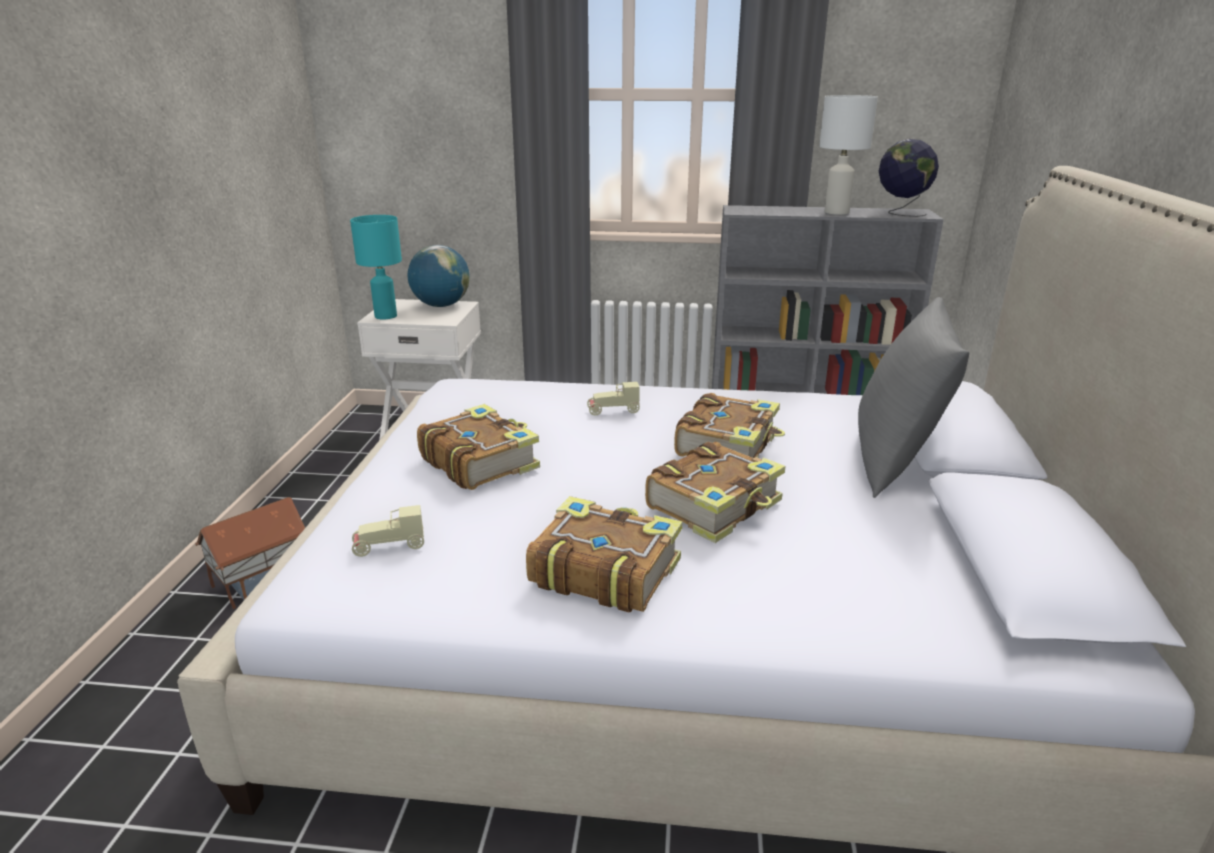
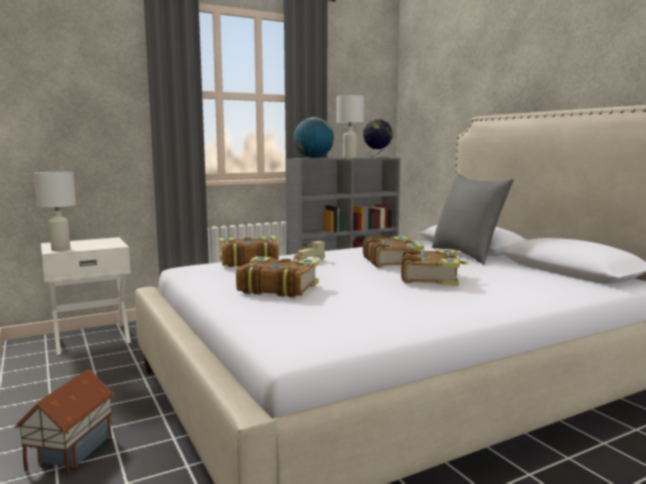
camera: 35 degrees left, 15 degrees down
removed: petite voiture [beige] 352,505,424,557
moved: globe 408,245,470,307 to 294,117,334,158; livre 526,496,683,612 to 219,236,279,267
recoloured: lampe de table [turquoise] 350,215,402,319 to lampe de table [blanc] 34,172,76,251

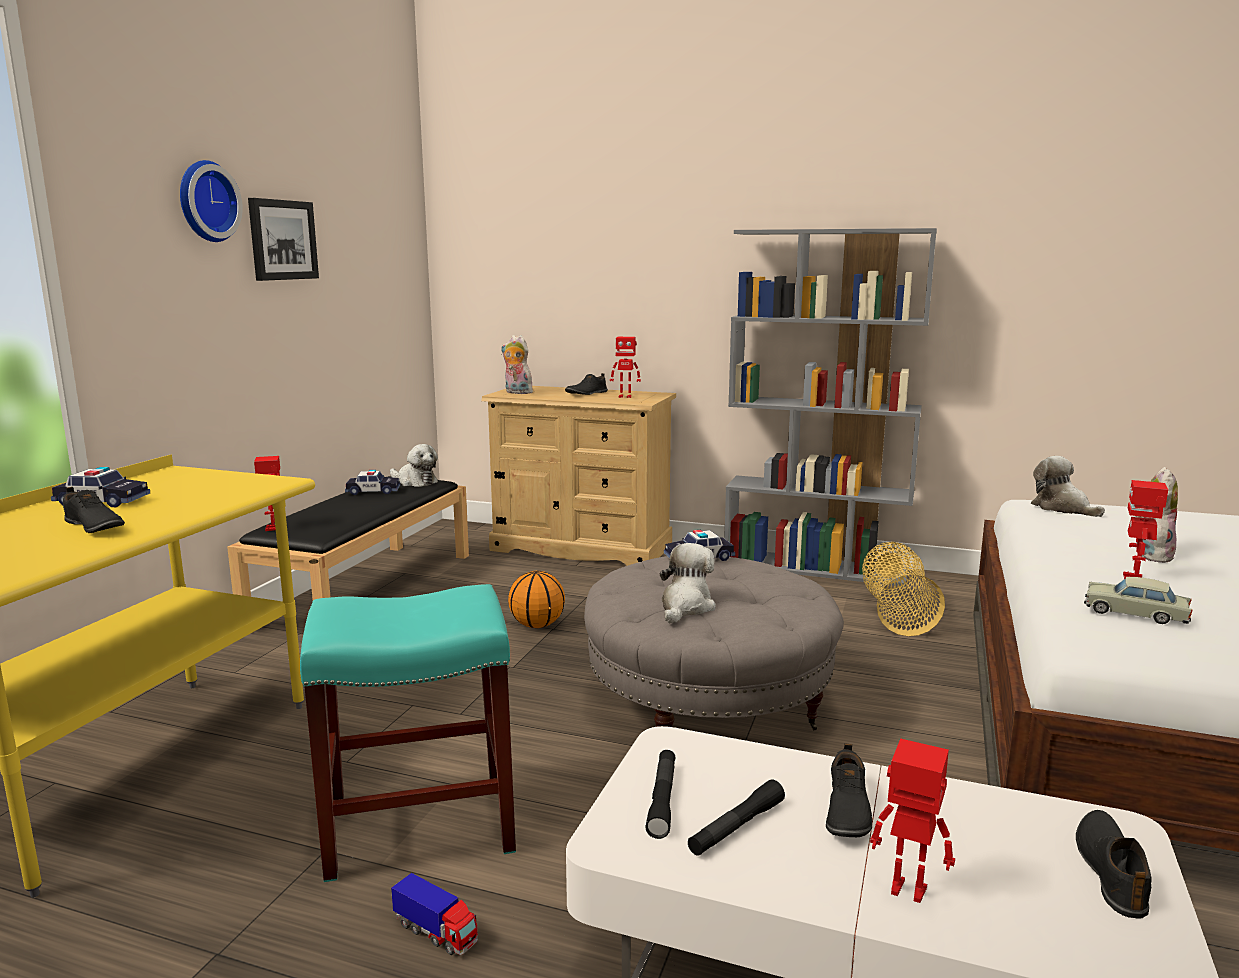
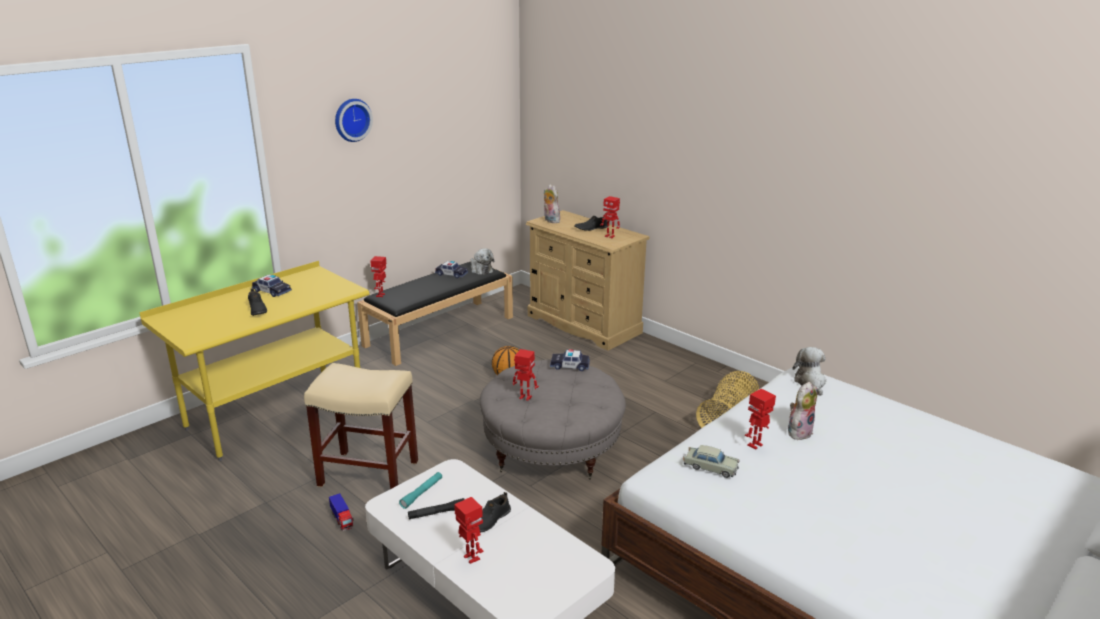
camera: 25 degrees right, 10 degrees up
removed: tableau 248,198,319,281; bibliothèque [gris] 724,228,937,587; chaussure [noir] 1076,810,1151,918
replaced: peluche 660,543,716,624 to robot jouet 513,349,539,401
recoloured: tabouret [turquoise] 300,584,516,882 to tabouret [beige] 304,363,418,489; lampe de poche [noir] 645,750,676,839 to lampe de poche [turquoise] 399,472,442,509
turned: petite voiture [beige] 1084,577,1193,624 = 684,445,740,478 150 degrees clockwise

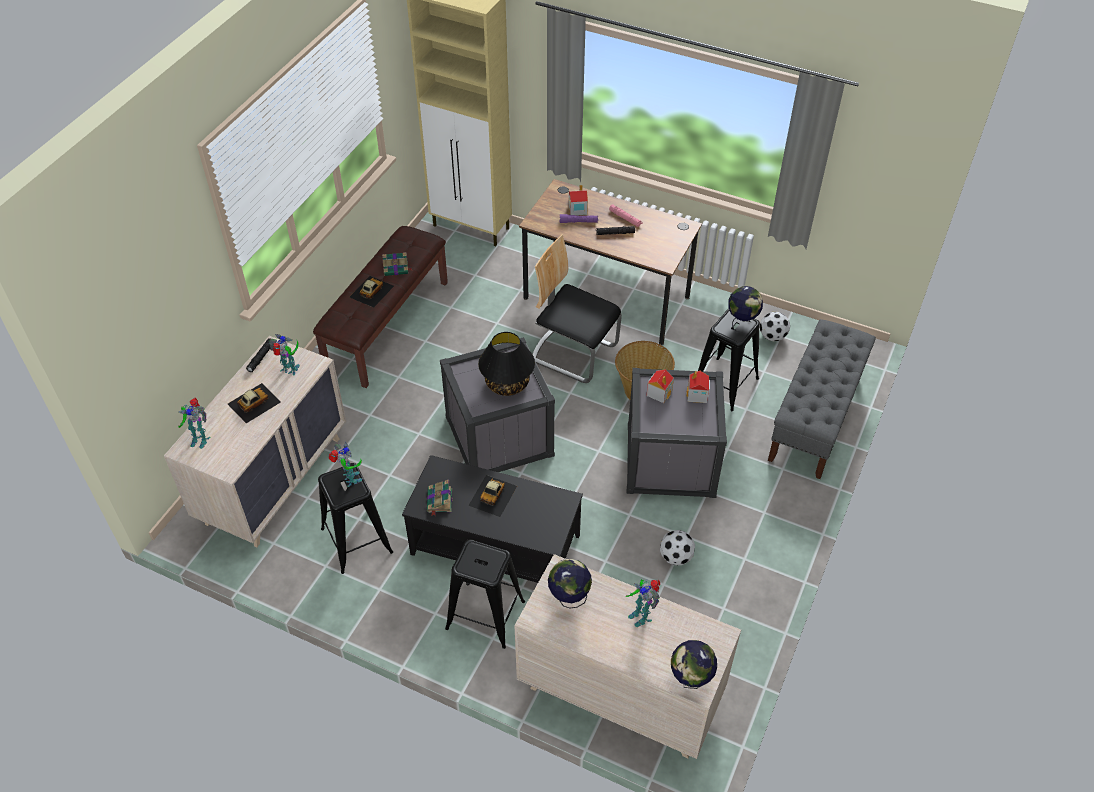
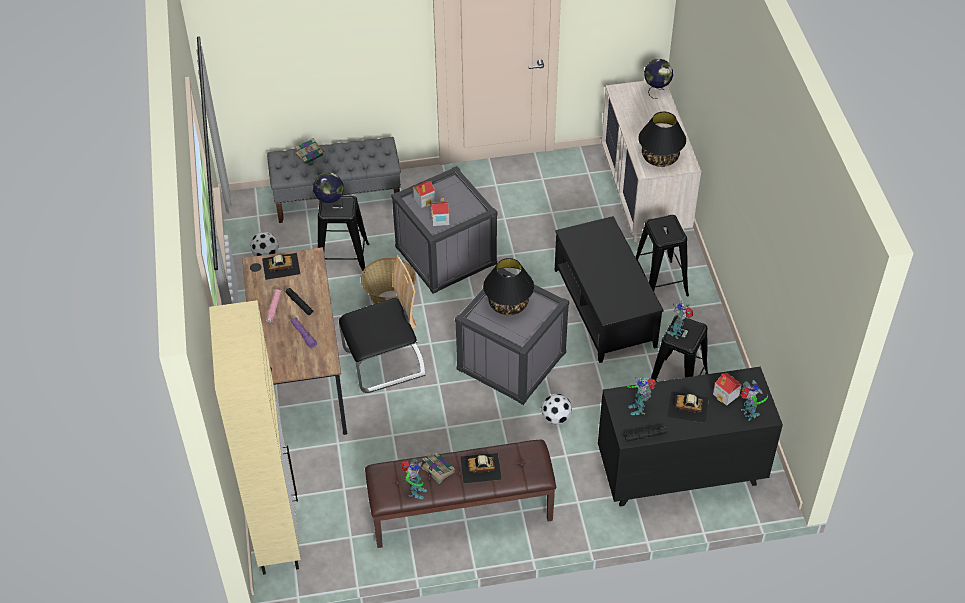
camera: 125 degrees left, 0 degrees up
moved: livre 427,479,453,516 to 295,138,324,164; petite voiture 468,475,517,517 to 262,253,300,280; maison miniature 569,185,588,216 to 713,373,742,406; robot jouet 626,579,660,627 to 401,458,427,499; ballon de foot 660,530,695,566 to 541,394,572,424
replaced: globe 548,559,592,608 to lampe de table [noir] 638,112,686,167
recoloured: commode [beige] 164,336,346,547 to commode [noir] 598,367,783,507
turned: chaise 532,234,622,383 = 339,255,425,393 105 degrees counterclockwise

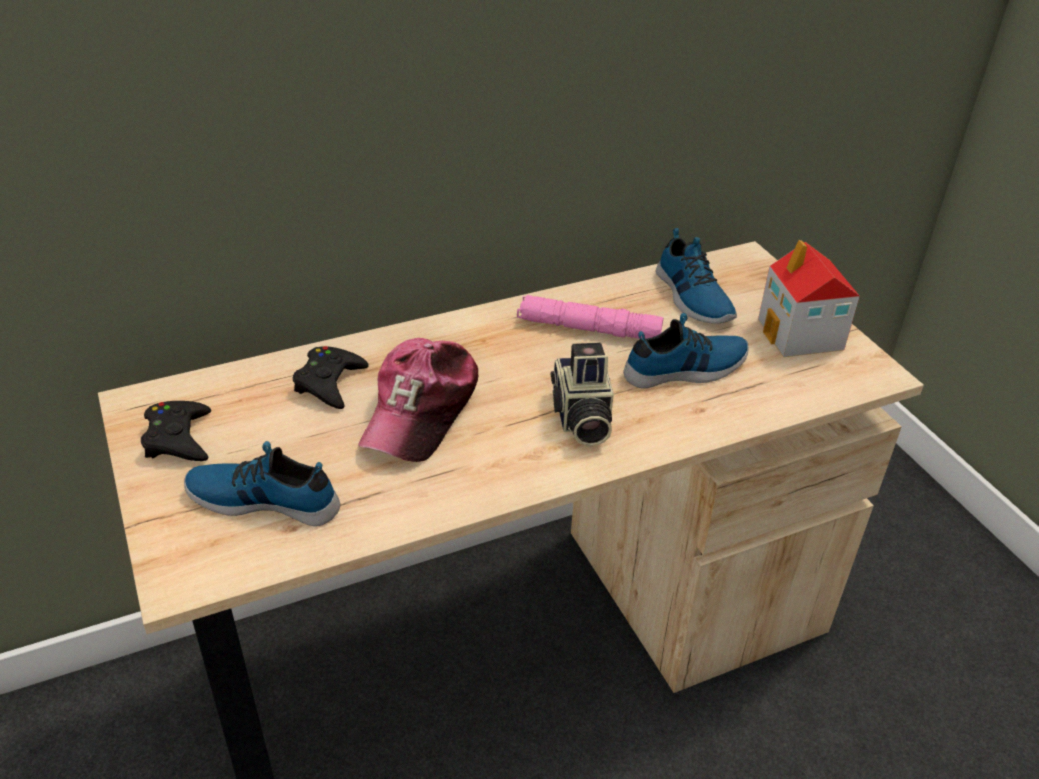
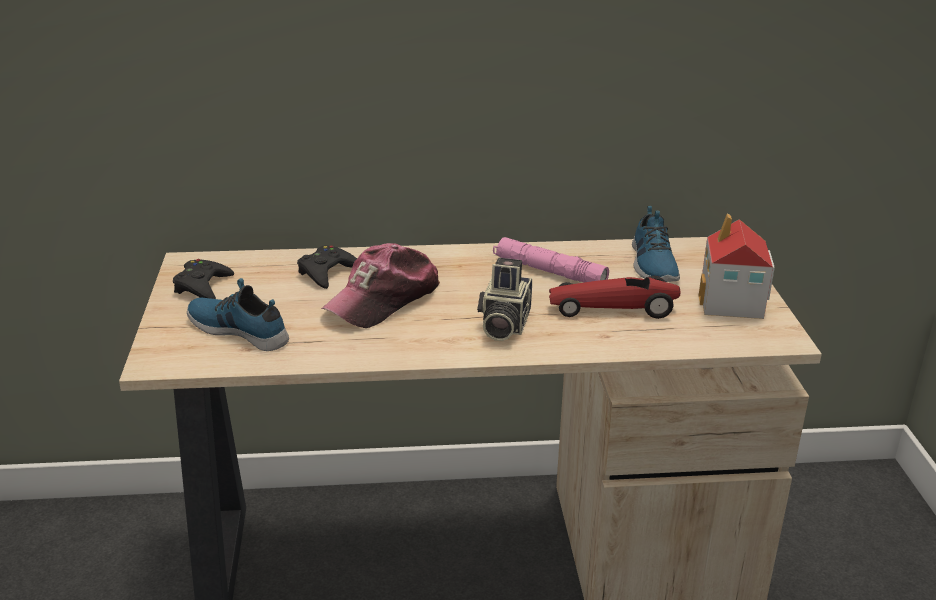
camera: 20 degrees right, 10 degrees down
replaced: chaussure 624,313,749,388 to petite voiture 549,276,681,319

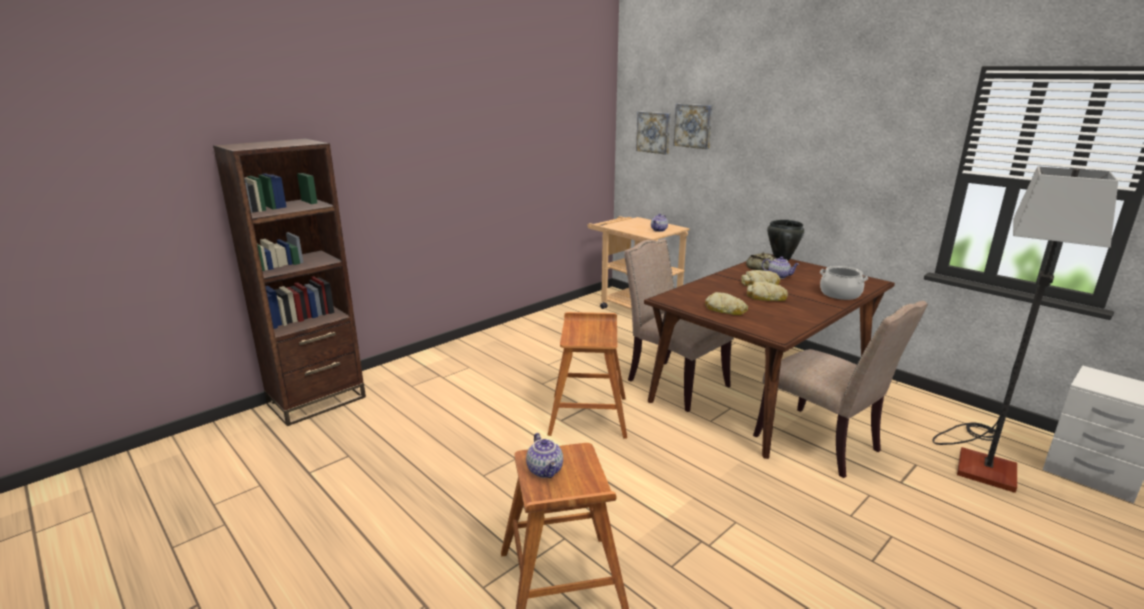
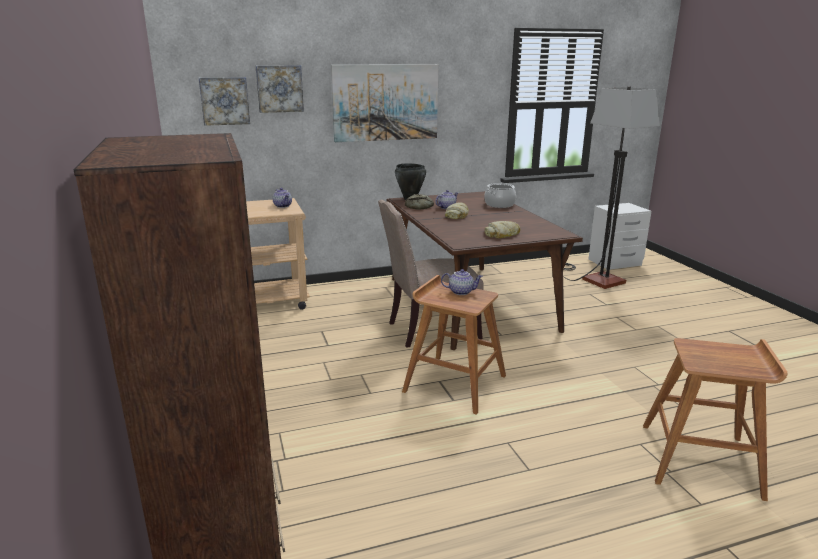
camera: 65 degrees left, 0 degrees up
removed: pain 747,282,788,301; chaise [beige] 753,301,928,478
added: tableau 331,64,439,142
moved: théière 526,433,563,478 to 441,269,483,295

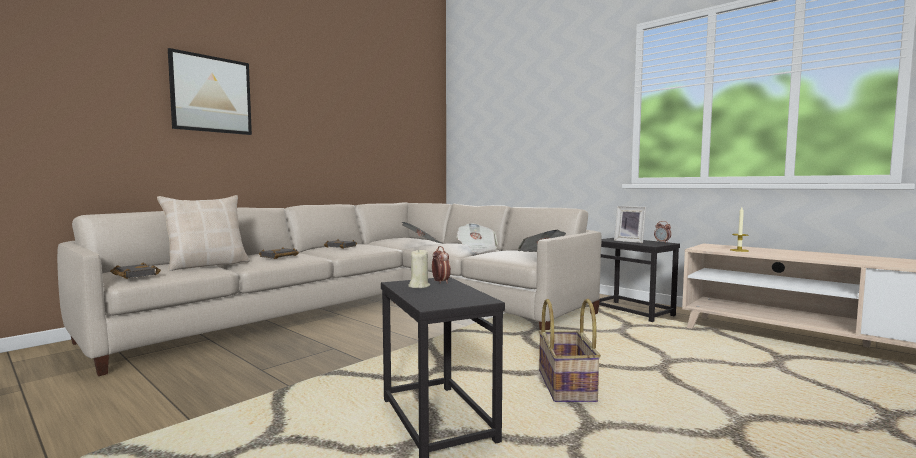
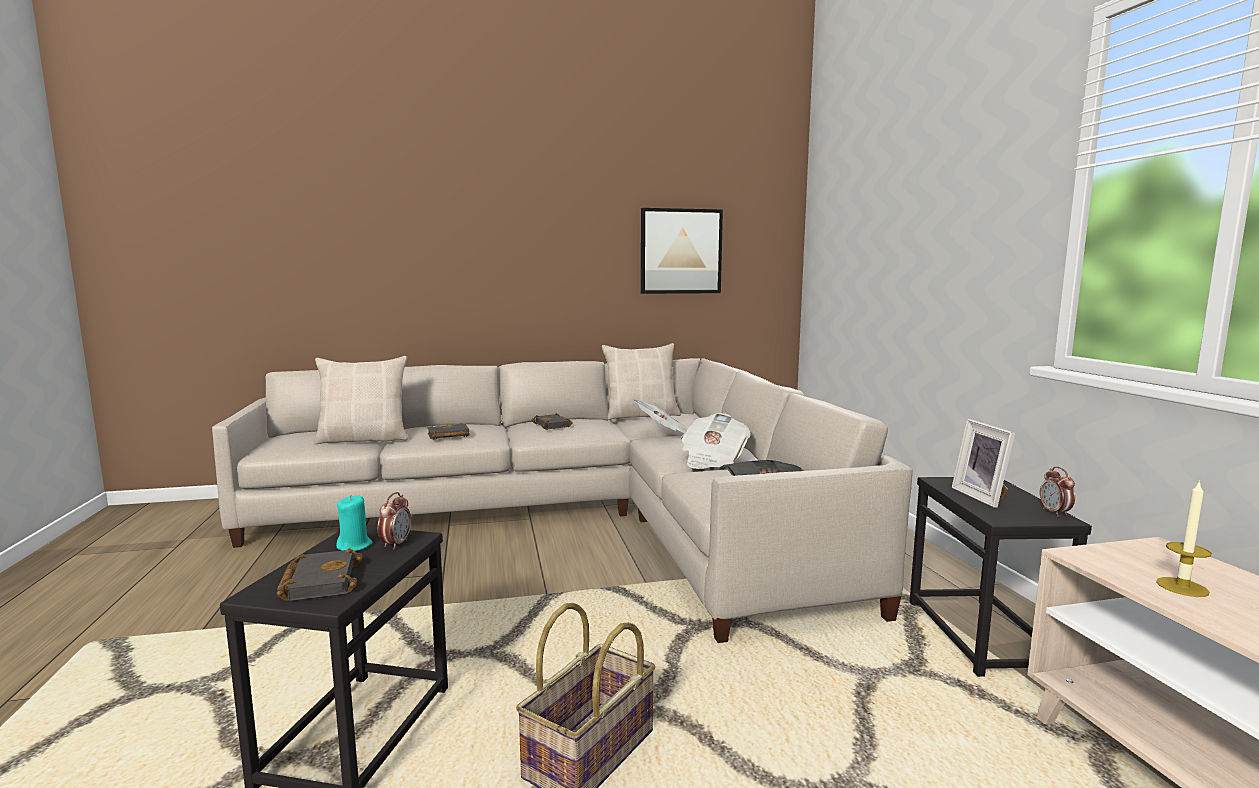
camera: 35 degrees right, 5 degrees up
added: coussin [beige] 602,343,681,420
moved: livre [noir] 110,263,161,279 to 276,549,363,601; tableau 168,48,252,135 to 641,208,723,294
recoloured: bougie [beige] 408,249,430,288 to bougie [turquoise] 336,495,373,551

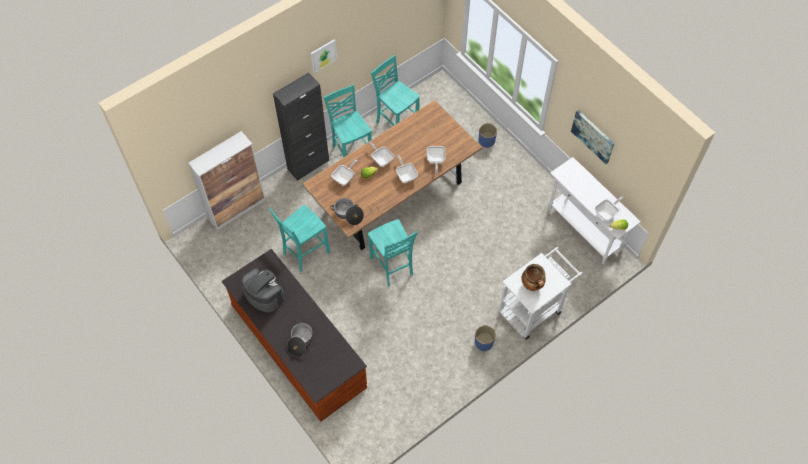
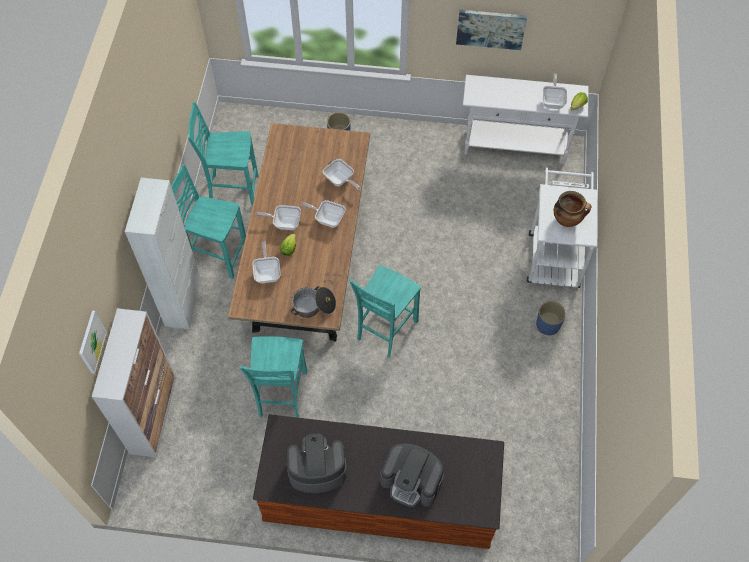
camera: 45 degrees left, 0 degrees up
moved: tableau 311,39,337,73 to 79,310,107,374
replaced: marmite 287,320,313,357 to machine à café 380,443,444,507
recoloured: meuble de rangement [noir] 273,72,329,181 to meuble de rangement [blanc] 125,178,202,329
turned: chaise [turquoise] 368,219,418,286 = 350,265,421,358 105 degrees clockwise

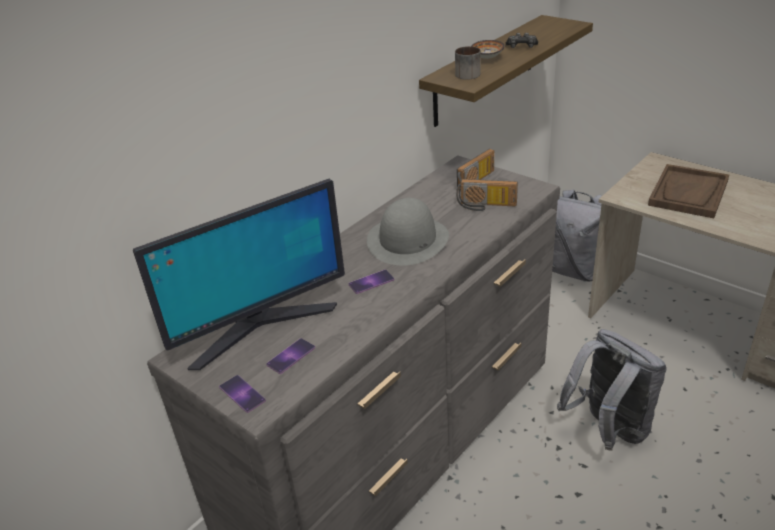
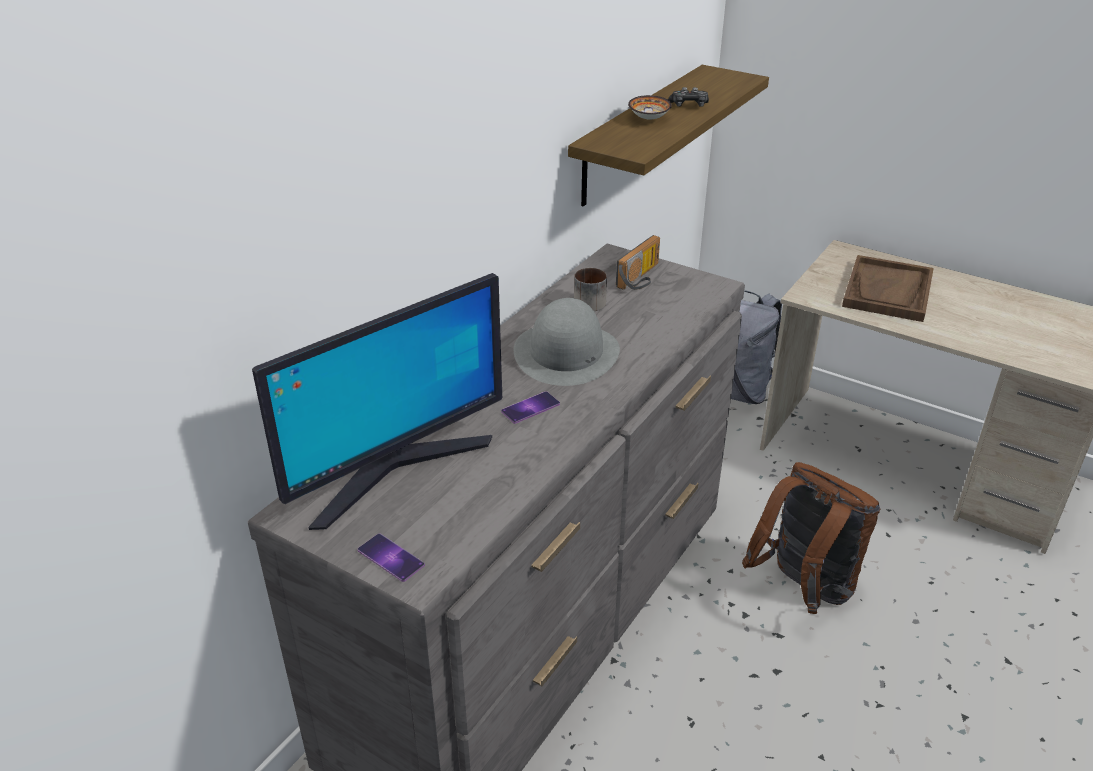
camera: 10 degrees left, 0 degrees up
removed: téléphone 266,338,315,374; radio 456,179,518,211
moved: mug 455,46,481,80 to 574,268,607,311
recoloured: sac à dos [gris] 557,329,667,451 to sac à dos [marron] 742,462,880,614

